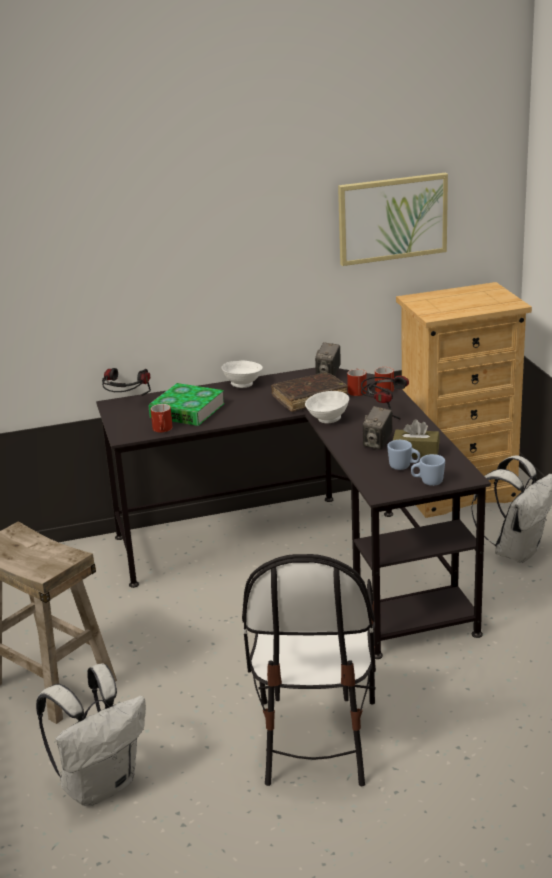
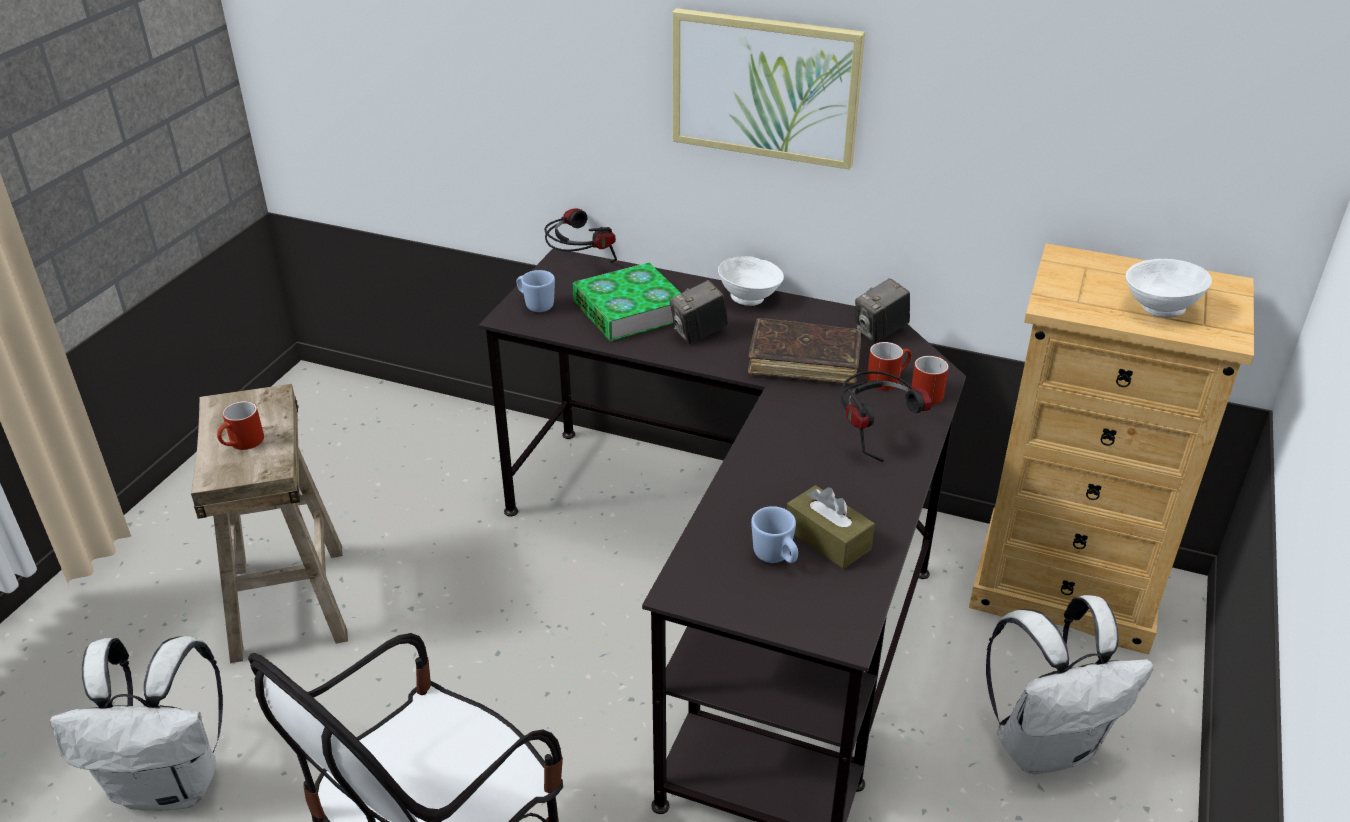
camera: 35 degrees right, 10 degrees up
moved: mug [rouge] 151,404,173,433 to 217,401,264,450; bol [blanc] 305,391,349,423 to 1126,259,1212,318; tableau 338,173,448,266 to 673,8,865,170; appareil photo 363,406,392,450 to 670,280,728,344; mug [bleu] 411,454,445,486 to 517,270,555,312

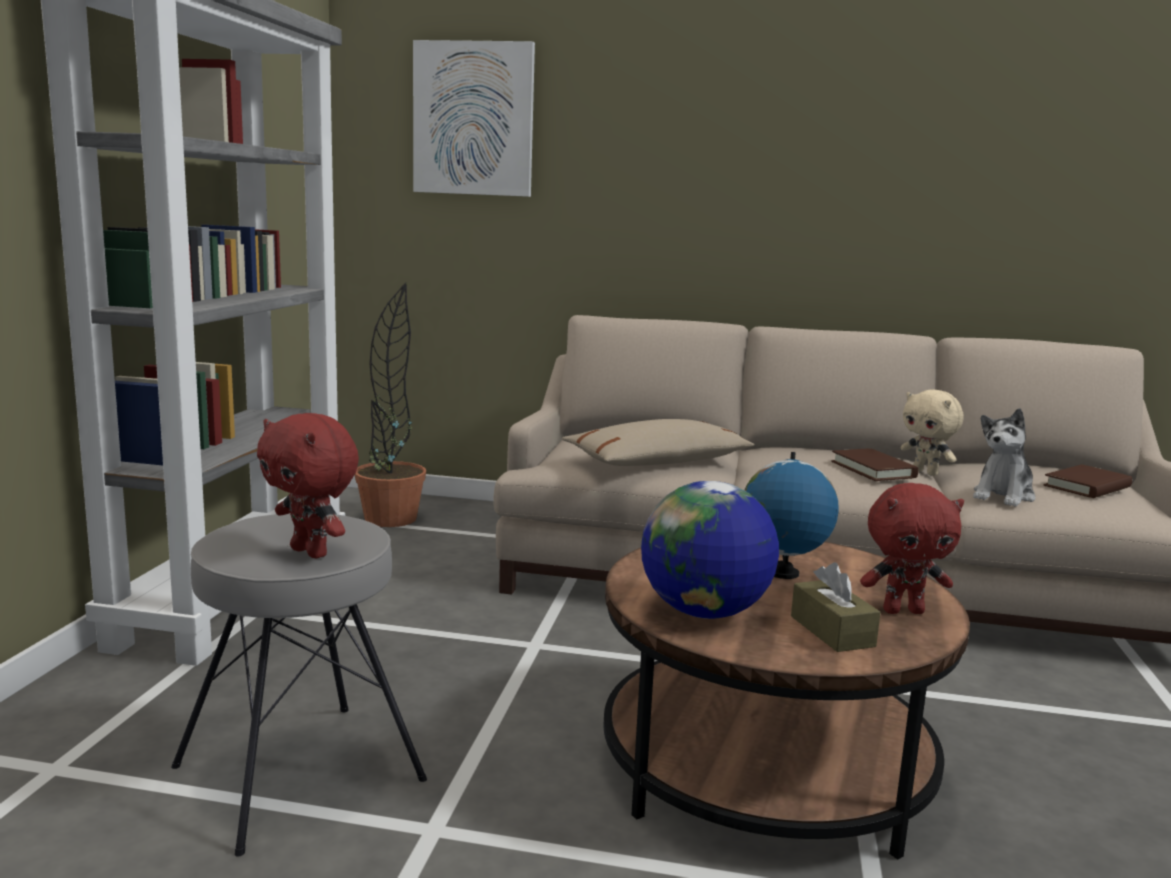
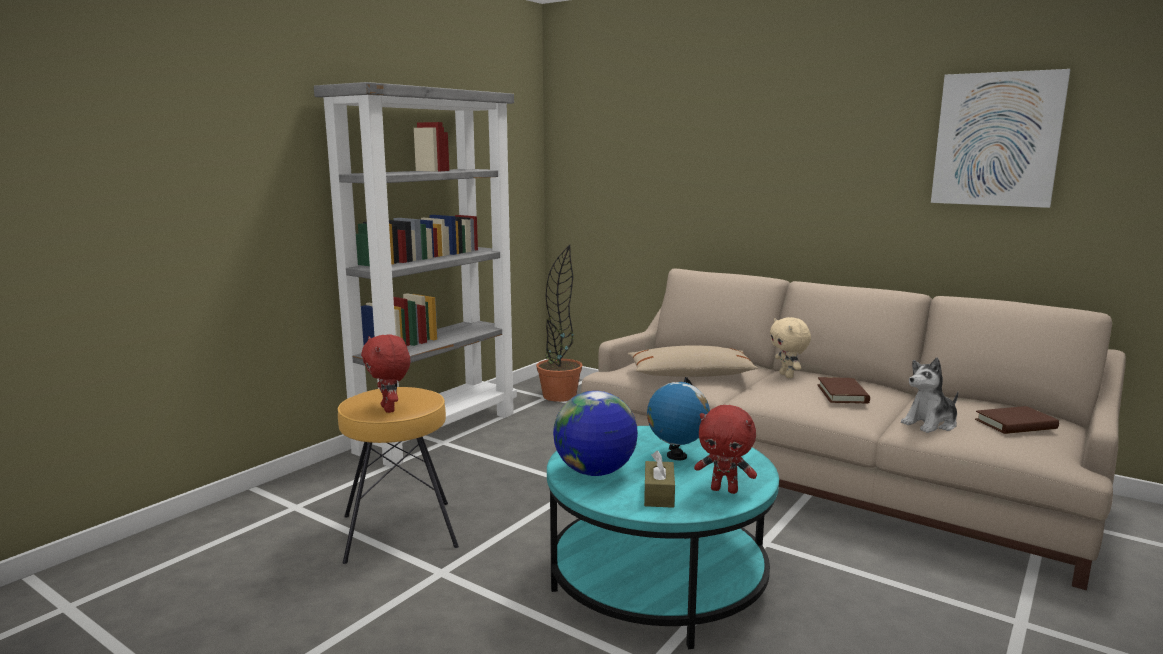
camera: 25 degrees right, 0 degrees up
moved: tableau 413,40,535,197 to 931,69,1071,208; peluche [beige] 901,389,964,476 to 770,317,811,378
recoloured: tabouret [gris] 171,513,427,856 to tabouret [marron] 338,387,459,564; table basse [marron] 604,542,970,860 to table basse [turquoise] 547,426,779,649

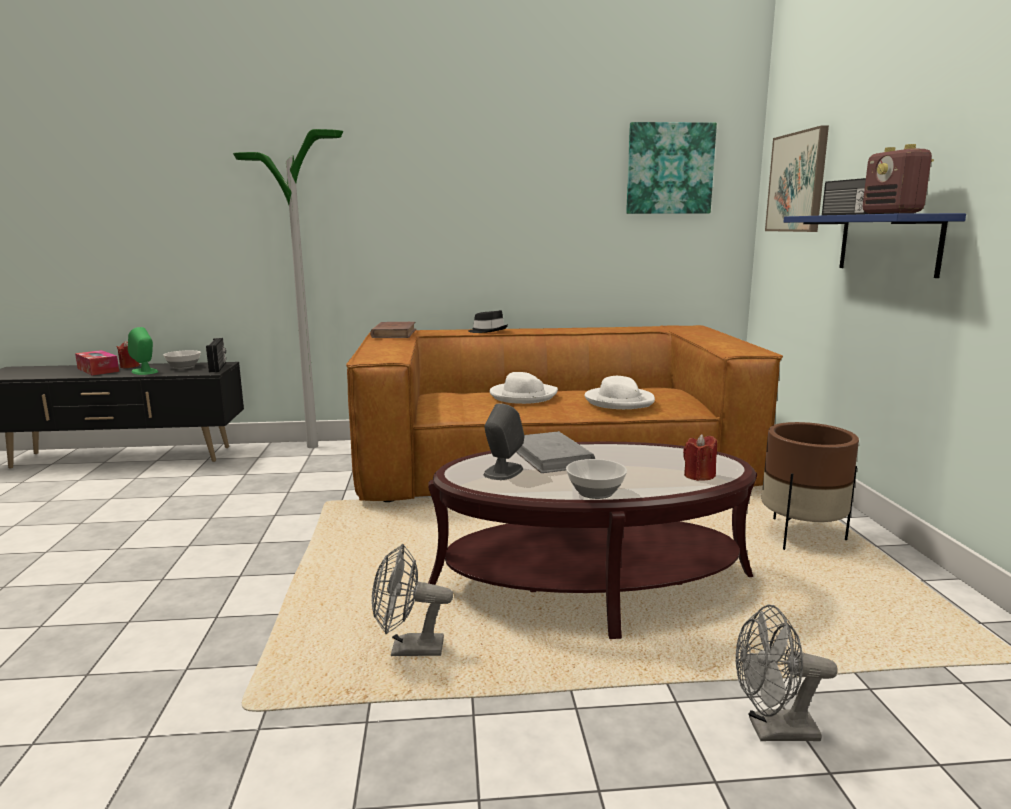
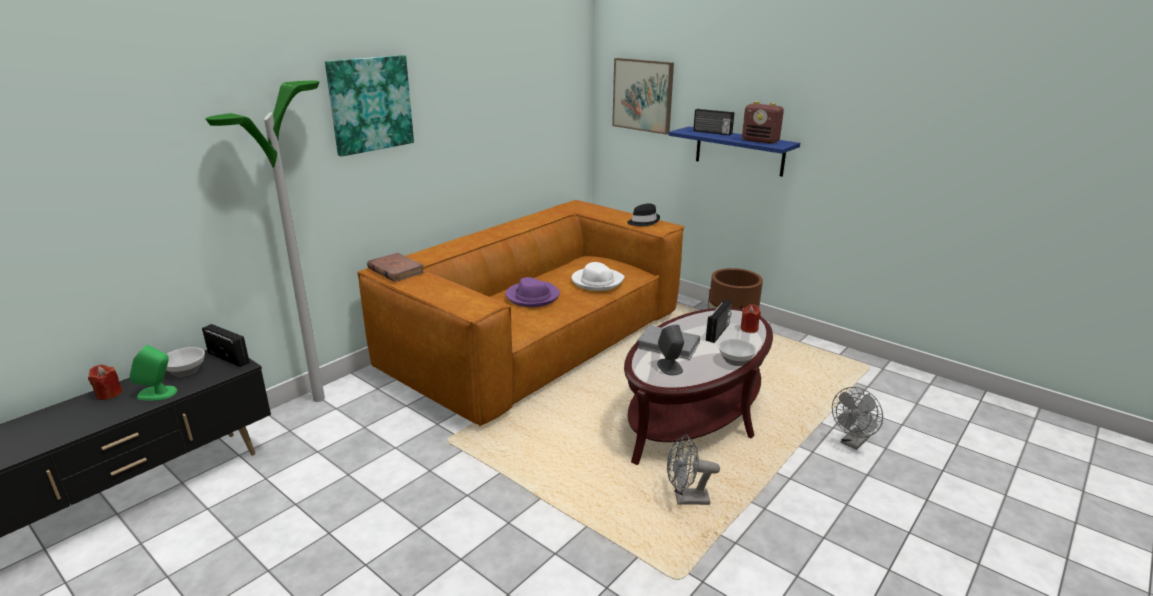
camera: 45 degrees left, 10 degrees up
removed: boîte à mouchoirs 75,350,119,375
added: radio 706,300,732,343
moved: chapeau [noir] 468,310,508,333 to 627,203,660,226; tableau 626,122,717,214 to 325,55,414,157
recoloured: chapeau [blanc] 490,372,558,404 to chapeau [violet] 506,277,560,307
turned: ventilateur [gris] 372,544,453,656 = 667,434,720,505 45 degrees clockwise

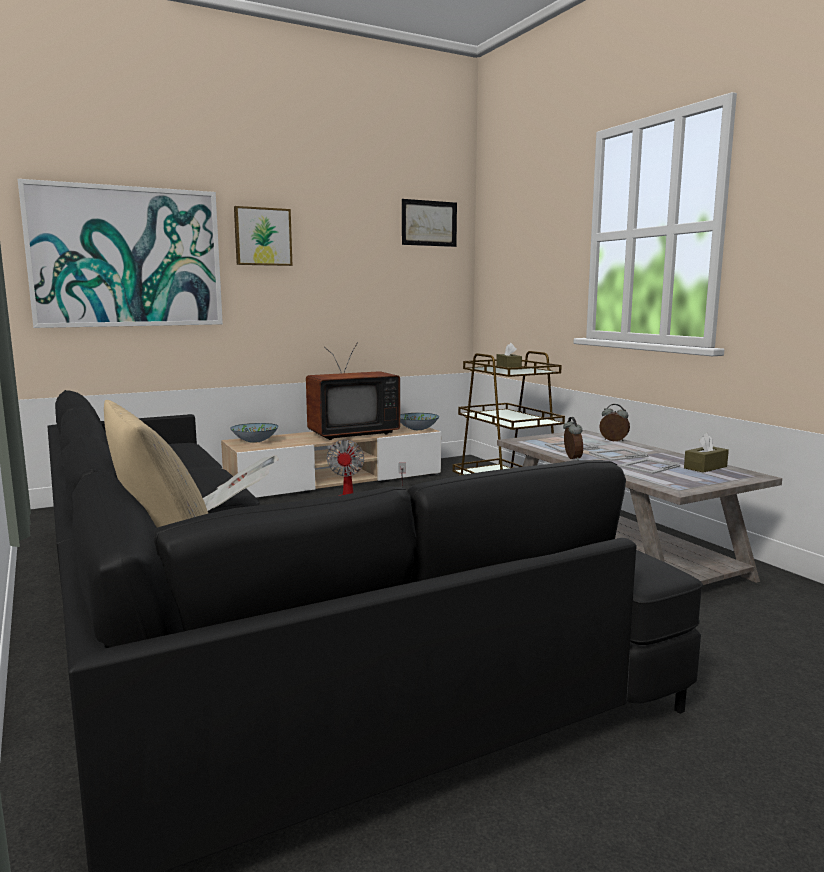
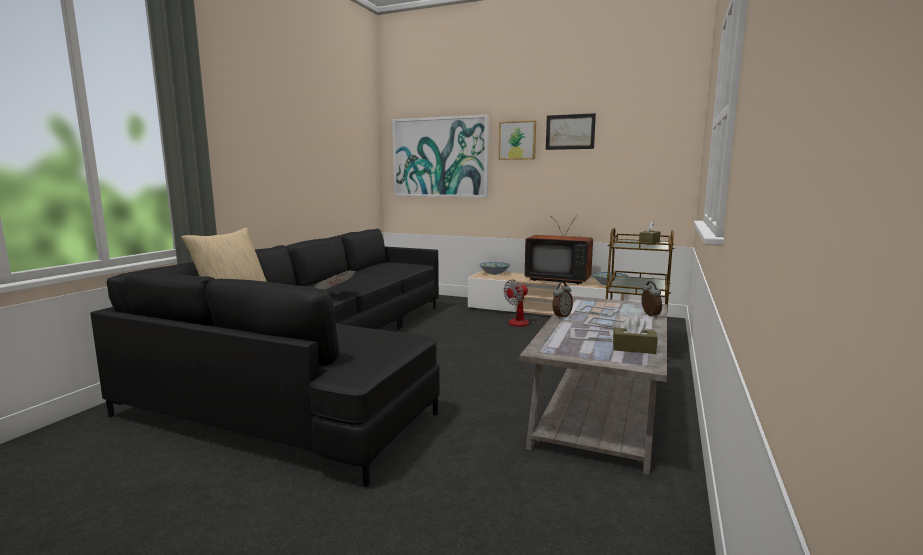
camera: 50 degrees right, 0 degrees up
moved: tableau 402,199,457,247 to 546,113,596,150

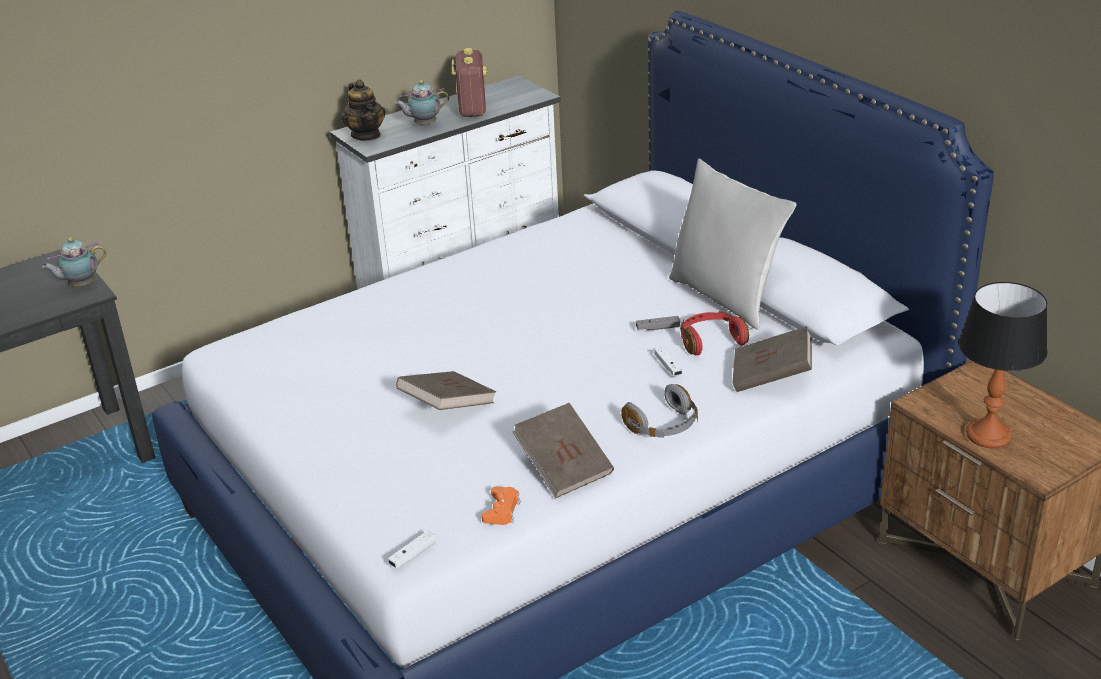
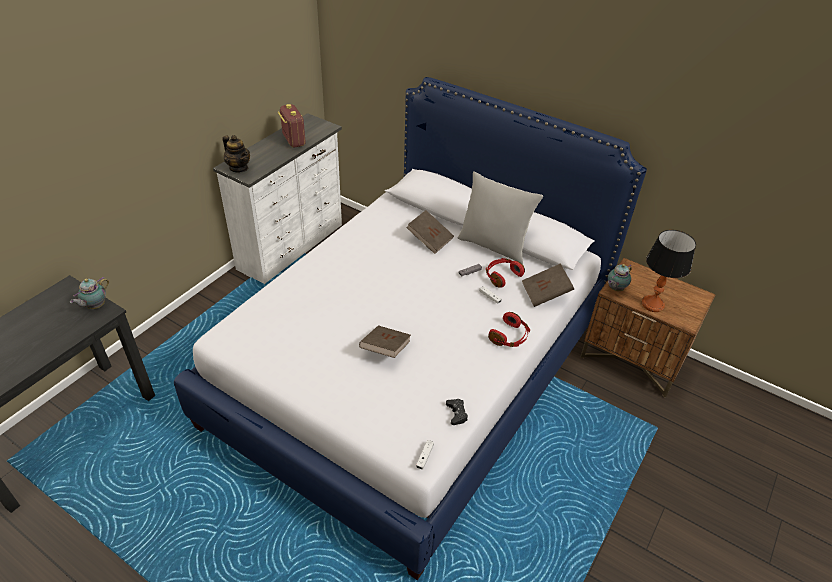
camera: 25 degrees left, 10 degrees up
moved: théière 394,80,449,126 to 608,264,632,291; livre [marron] 513,403,614,498 to 406,210,454,254
recoloured: manette [orange] 482,487,520,525 to manette [noir] 446,399,468,425; casque audio [gris] 621,384,698,438 to casque audio [rouge] 488,312,530,347

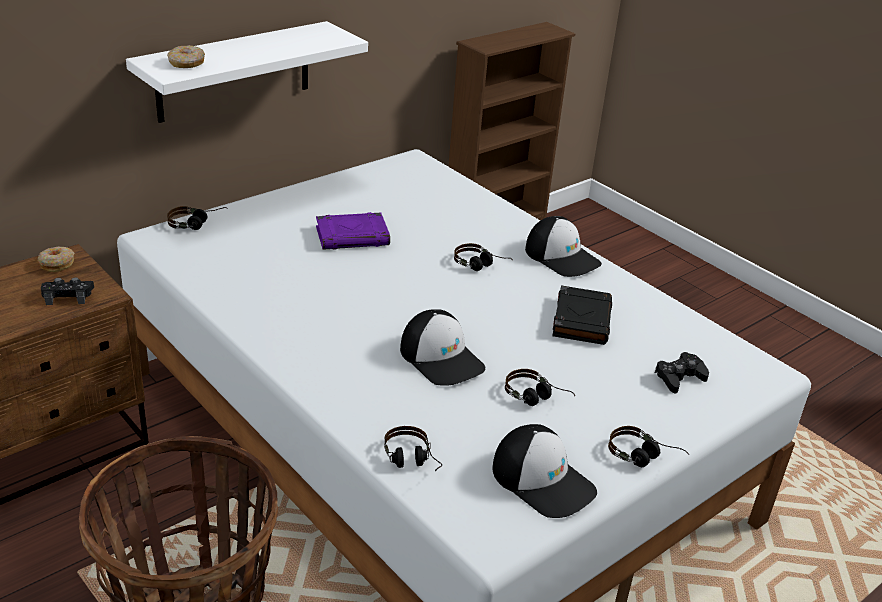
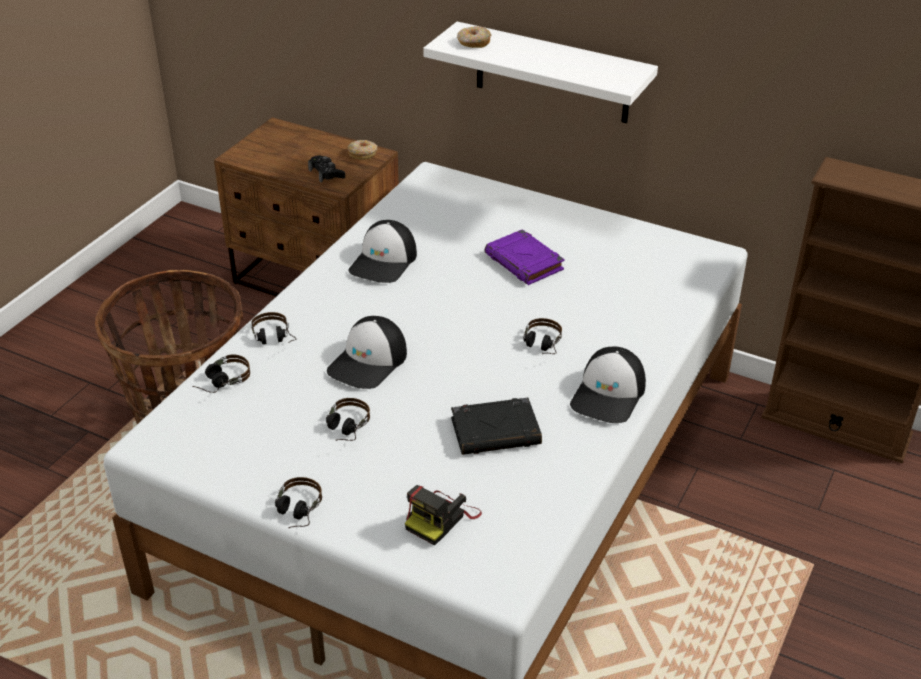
camera: 70 degrees right, 5 degrees up
moved: casque audio 167,206,228,230 to 251,312,297,344; casquette 492,424,597,518 to 349,220,417,283
replaced: manette [noir] 655,352,709,393 to appareil photo 405,485,482,546

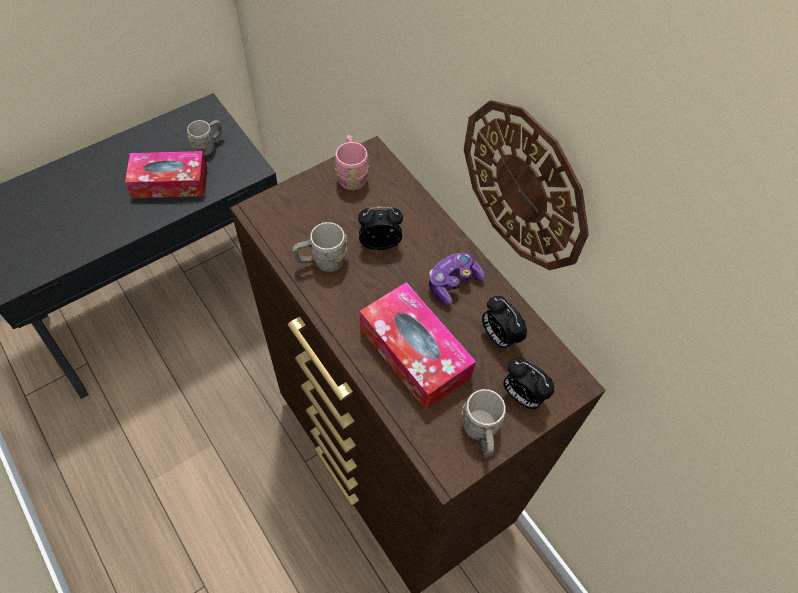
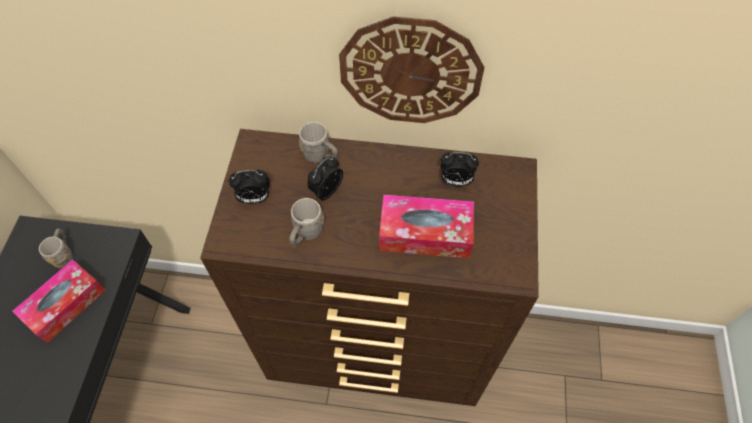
camera: 45 degrees left, 0 degrees up
removed: mug [rose] 335,135,370,191; manette 429,253,485,306
moved: mug [gris] 461,389,505,457 to 299,122,338,163; réveil 503,358,555,409 to 229,170,270,204

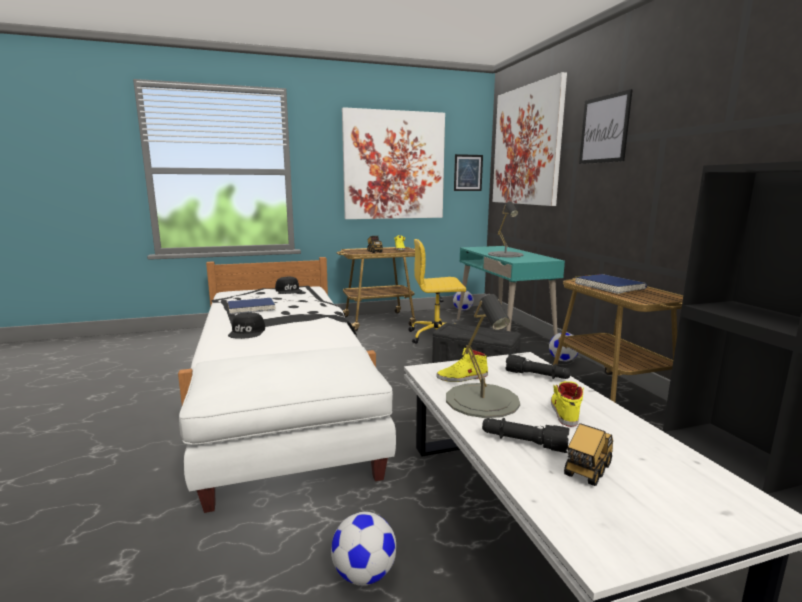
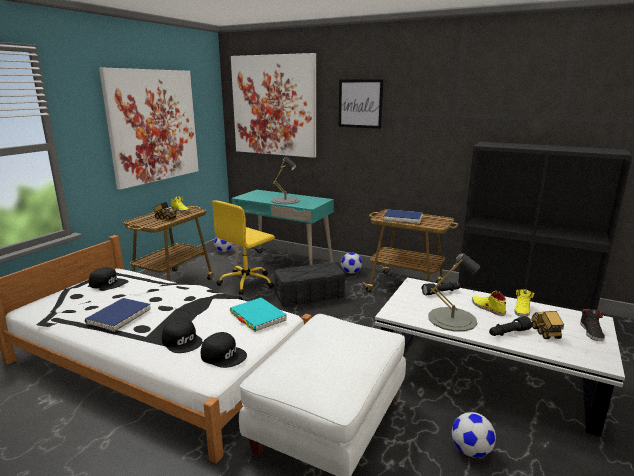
camera: 45 degrees left, 5 degrees up
removed: tableau 454,154,483,191
added: casquette [noir] 201,332,247,368; livre [turquoise] 230,297,287,332; chaussure [noir] 580,309,605,341
moved: chaussure [jaune] 436,348,488,382 to 514,289,534,317

